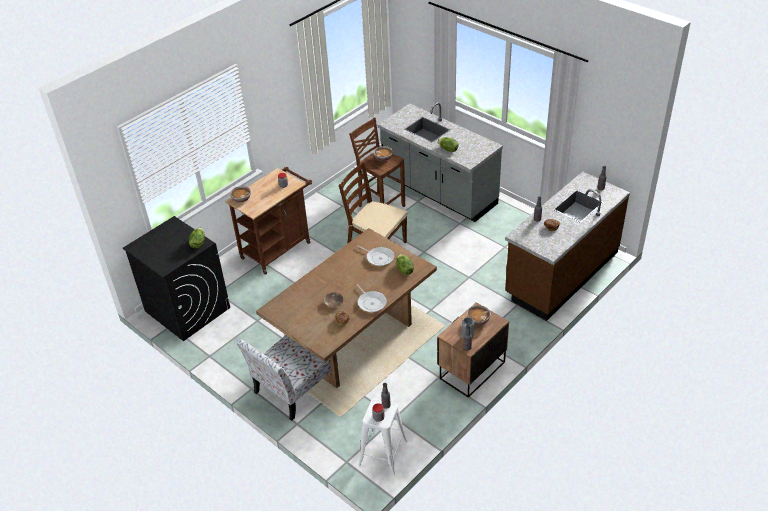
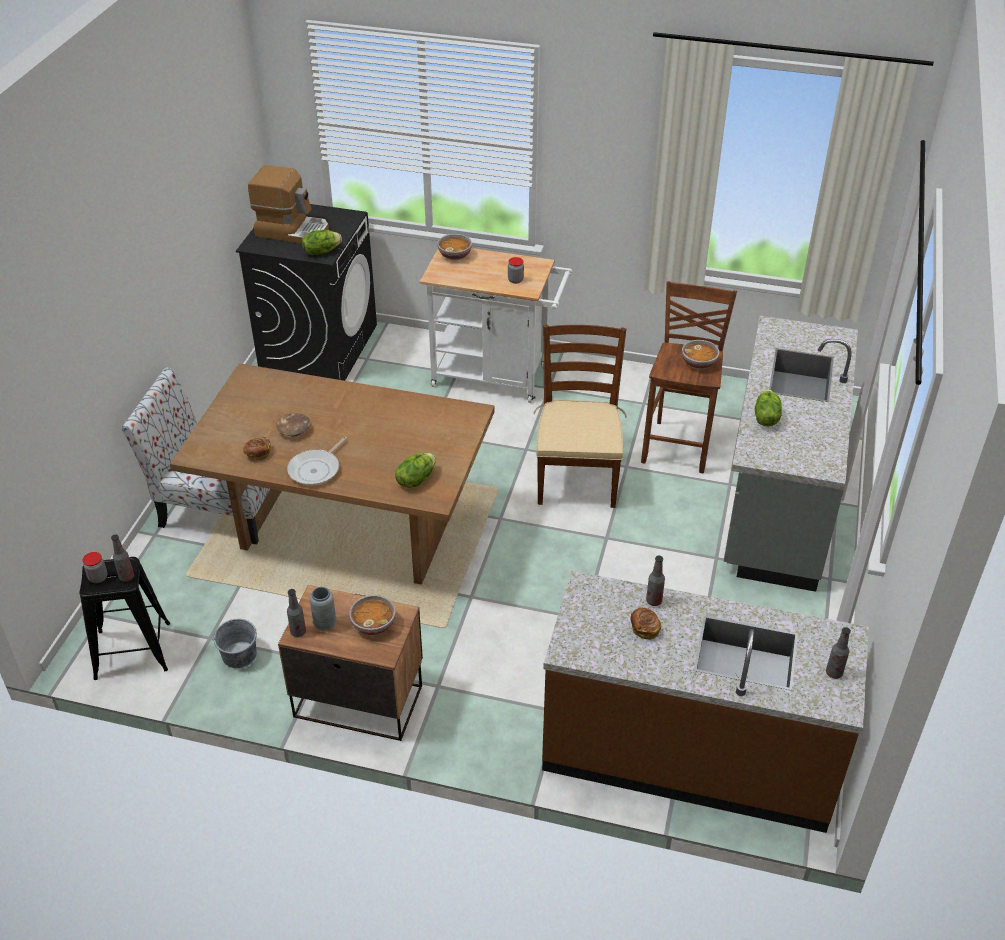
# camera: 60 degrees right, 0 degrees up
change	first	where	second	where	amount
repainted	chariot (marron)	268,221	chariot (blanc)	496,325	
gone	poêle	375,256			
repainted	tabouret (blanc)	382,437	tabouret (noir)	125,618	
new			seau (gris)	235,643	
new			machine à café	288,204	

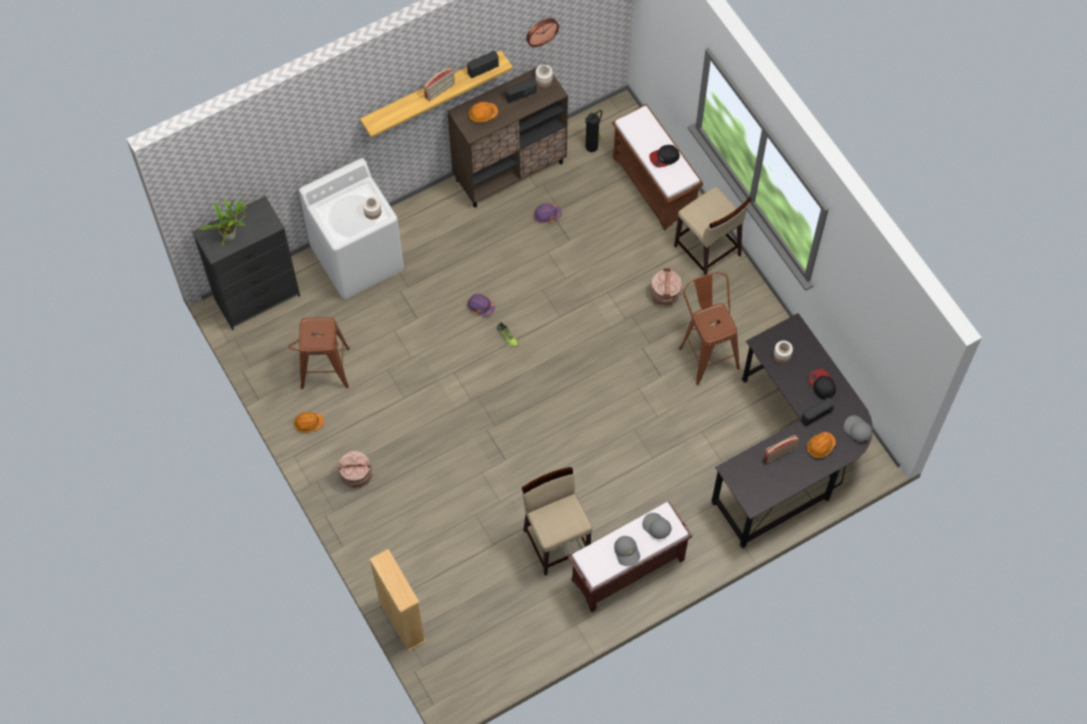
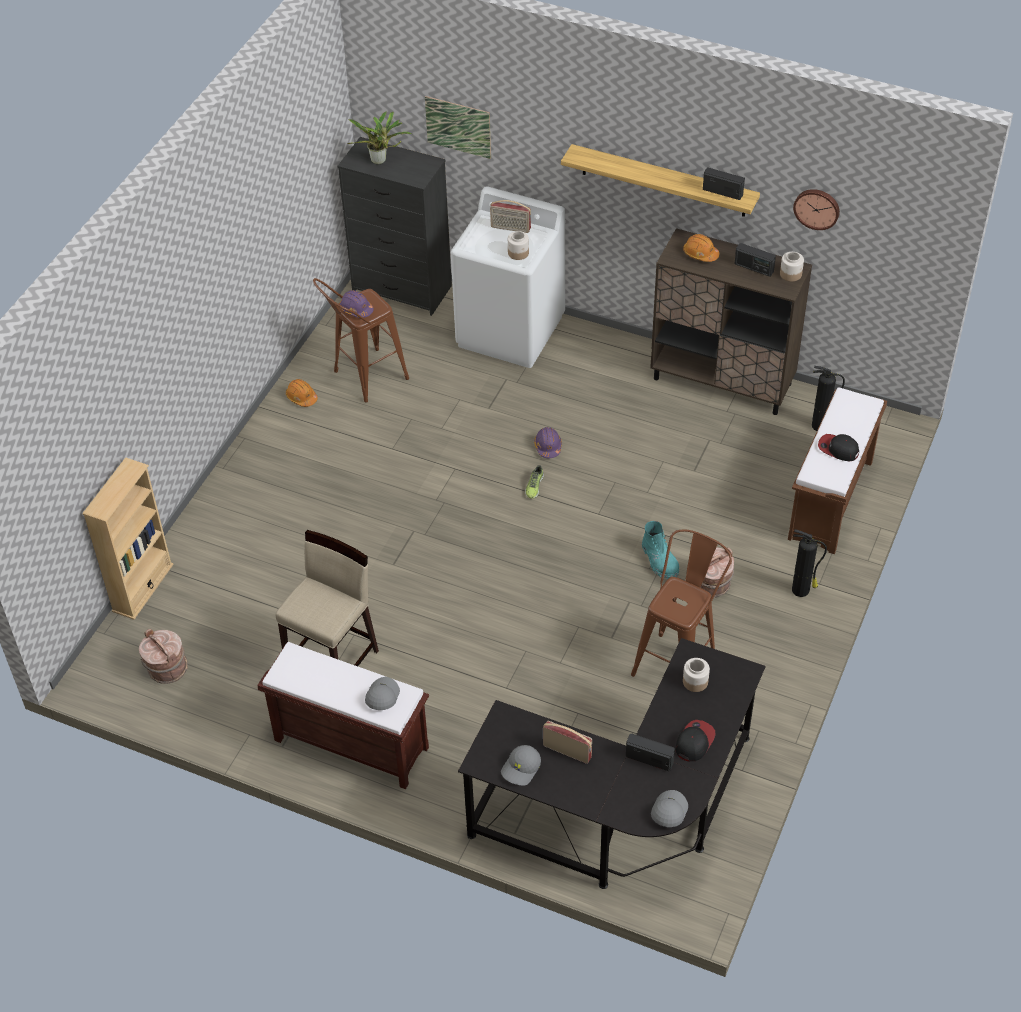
# camera: 55 degrees right, 15 degrees down
change	first	where	second	where	amount
shifted	seau (marron)	355,469		163,656	
shifted	radio	439,84		510,216	
shifted	casque de chantier (violet)	547,213		357,304	
shifted	casquette (gris)	627,551		521,765	
swapped	tabouret (beige)	712,231	extincteur	809,563	
gone	casque de chantier (orange)	821,445			
new			tableau	458,127	
new			botte (turquoise)	660,550	

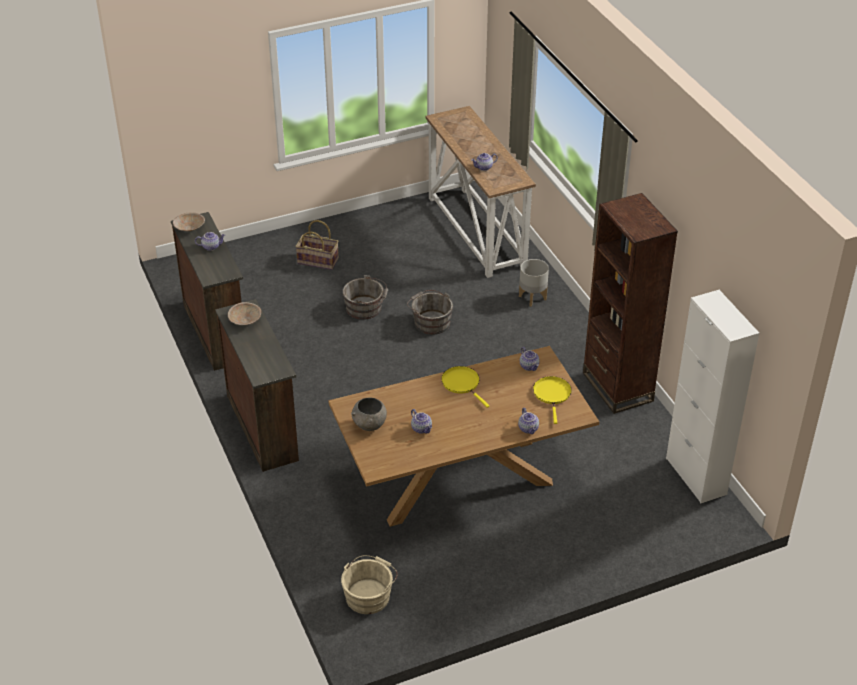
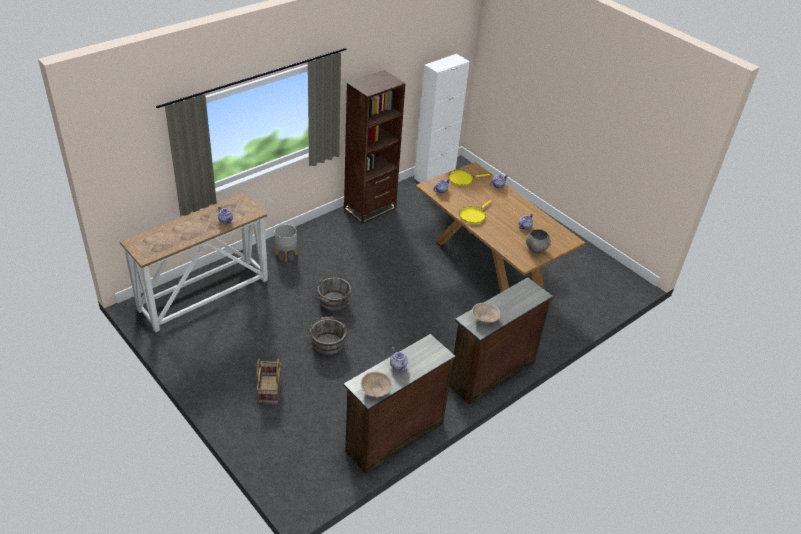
# camera: 110 degrees left, 0 degrees up
change	first	where	second	where	amount
gone	seau (beige)	369,584			

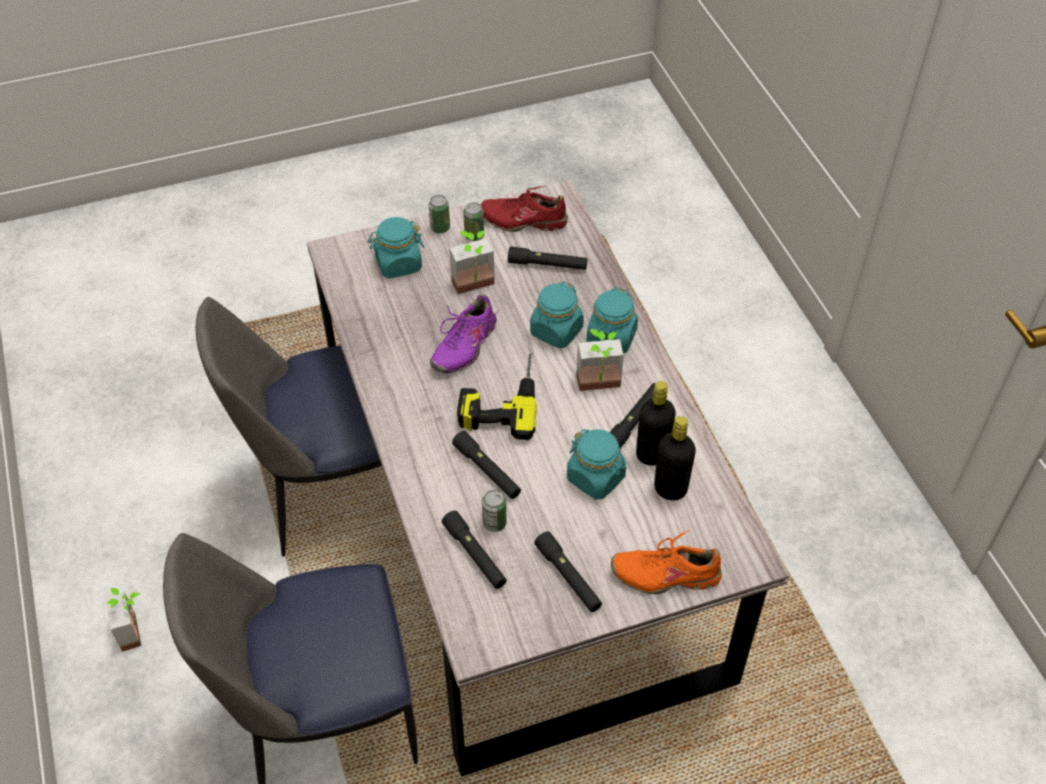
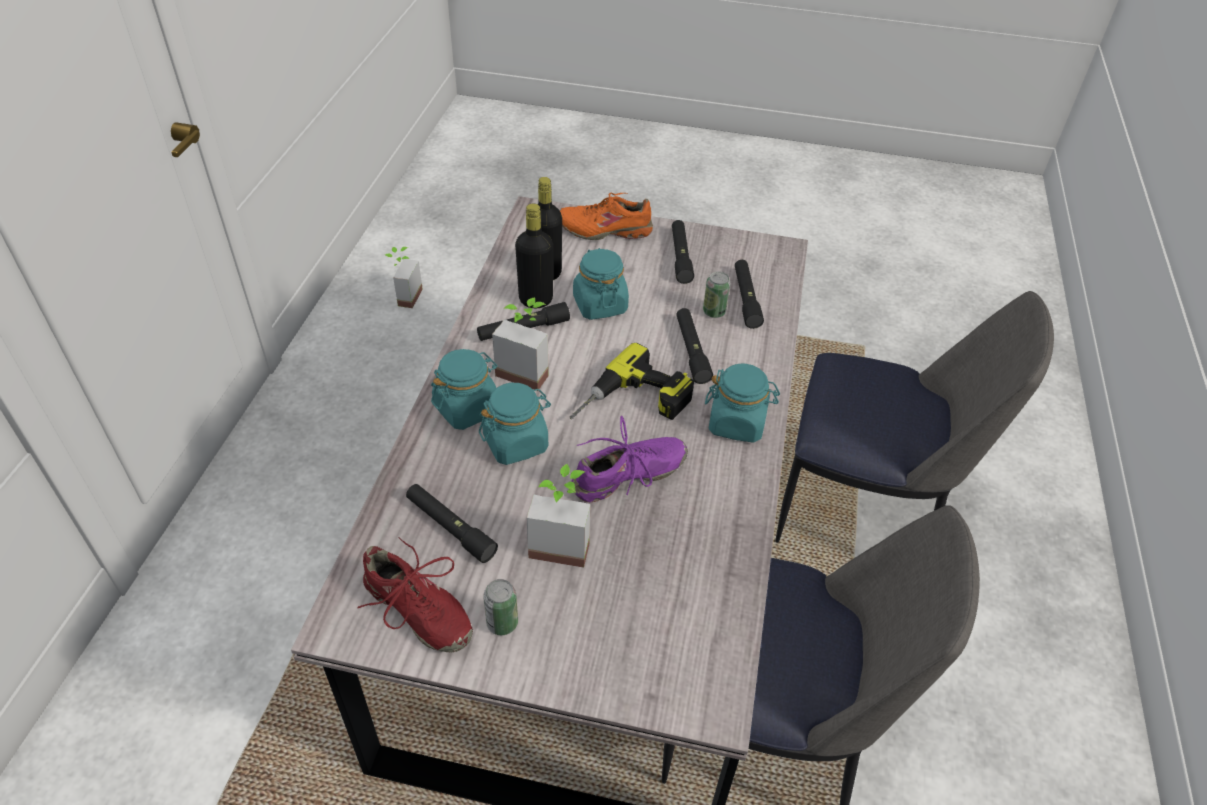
# camera: 150 degrees left, 5 degrees down
change	first	where	second	where	amount
shifted	plante en pot	123,620		404,277	
shifted	bocal (turquoise)	396,247		742,403	
gone	boîte métallique	439,214			
rotated	chaussure (orange)	666,562		606,216	150 degrees clockwise

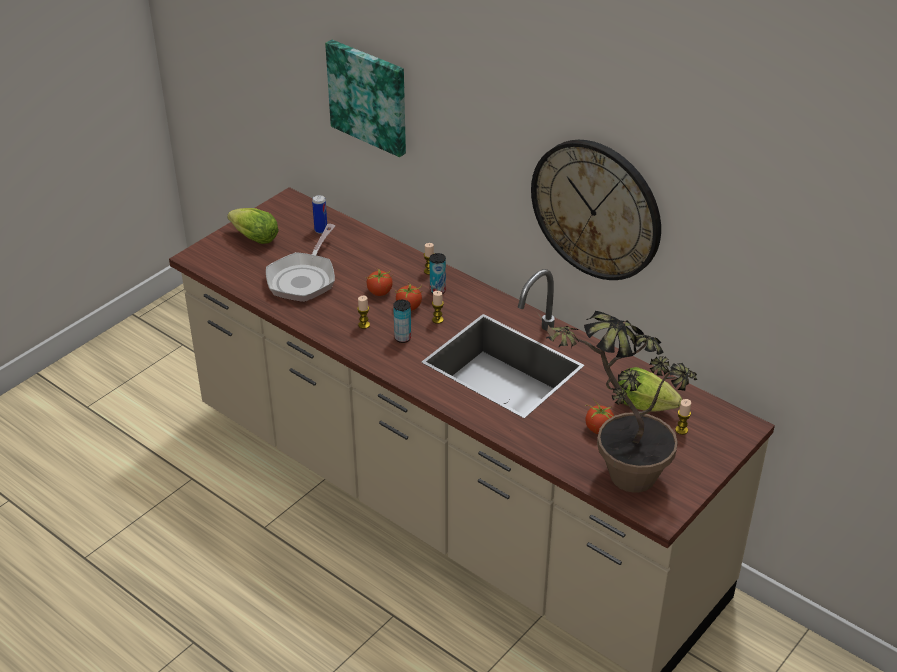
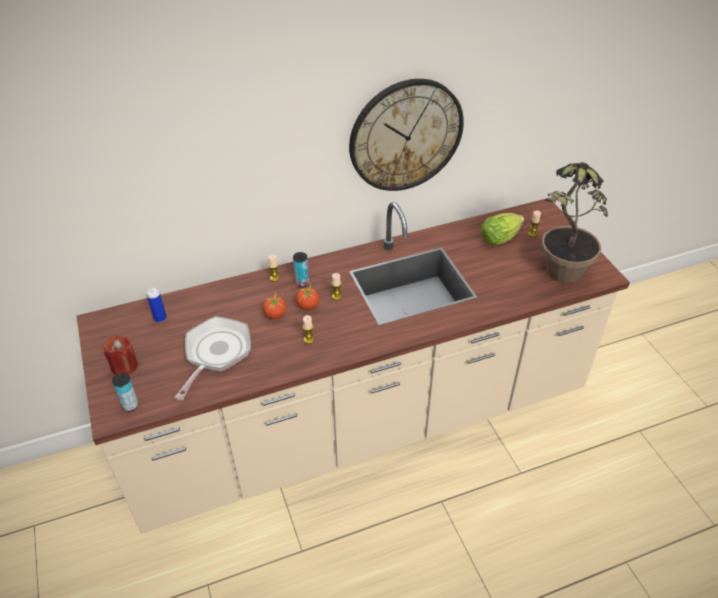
# camera: 60 degrees left, 5 degrees up
change	first	where	second	where	amount
swapped	laitue	253,226	bougie (rouge)	121,355	
rotated	poêle	300,263		212,358	120 degrees counterclockwise
gone	tableau	365,98			
shifted	boîte métallique	402,321		125,392	
gone	tomate	599,417			

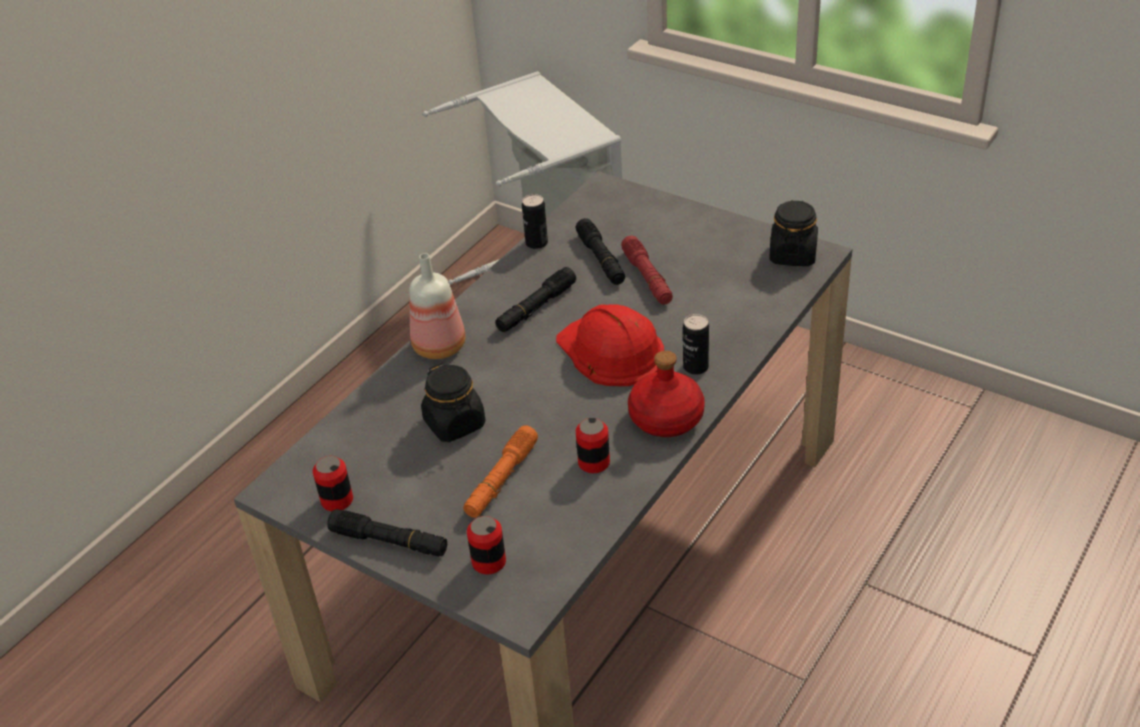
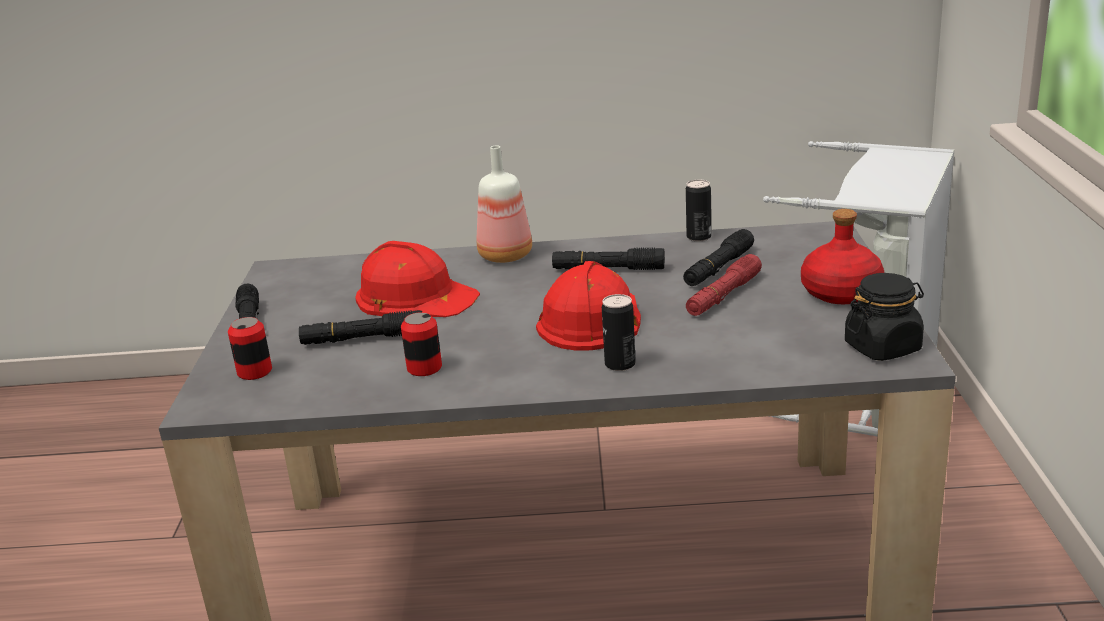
# camera: 55 degrees right, 15 degrees down
change	first	where	second	where	amount
gone	boîte métallique	333,483			
swapped	bocal (noir)	453,402	casque de chantier (rouge)	417,279	
repainted	lampe de poche (orange)	500,471	lampe de poche (noir)	360,327	
shifted	bouteille (rouge)	666,394		842,256	

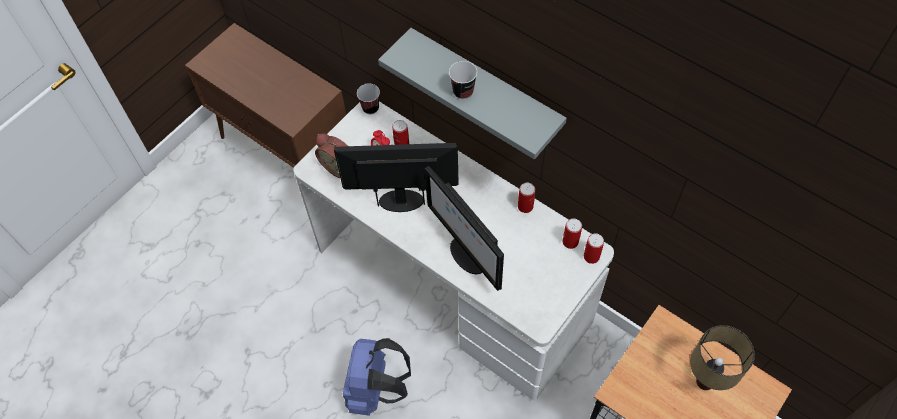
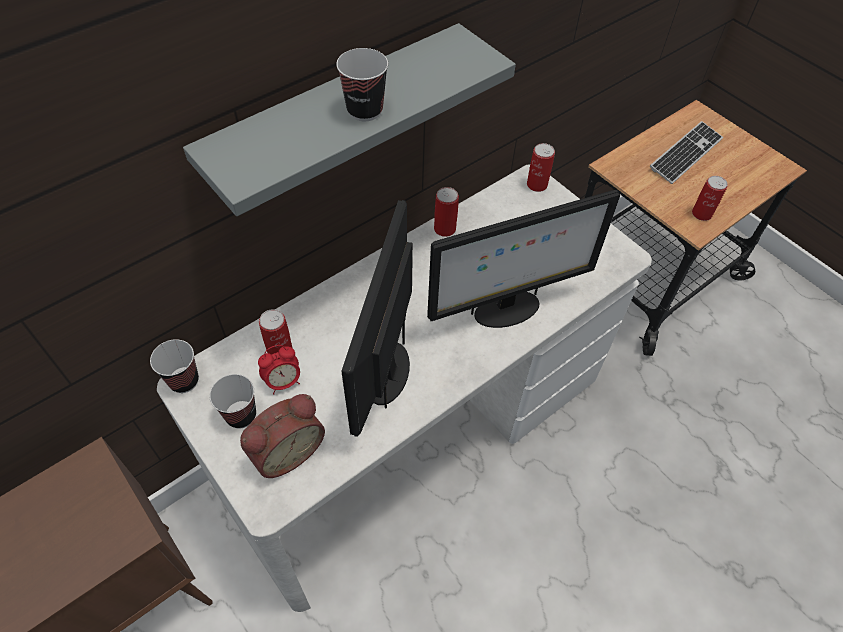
# camera: 80 degrees left, 5 degrees down
change	first	where	second	where	amount
gone	sac à dos (bleu)	377,377			
shifted	boîte métallique	572,233		710,198	
swapped	lampe de table	722,357	clavier	686,152	
new			tasse	233,401	

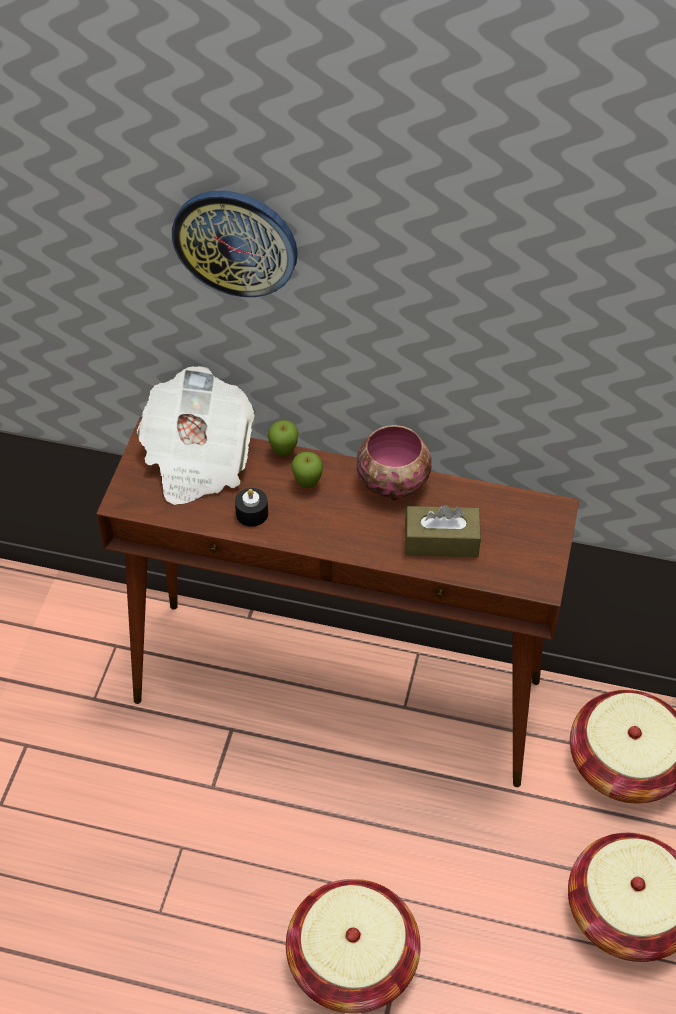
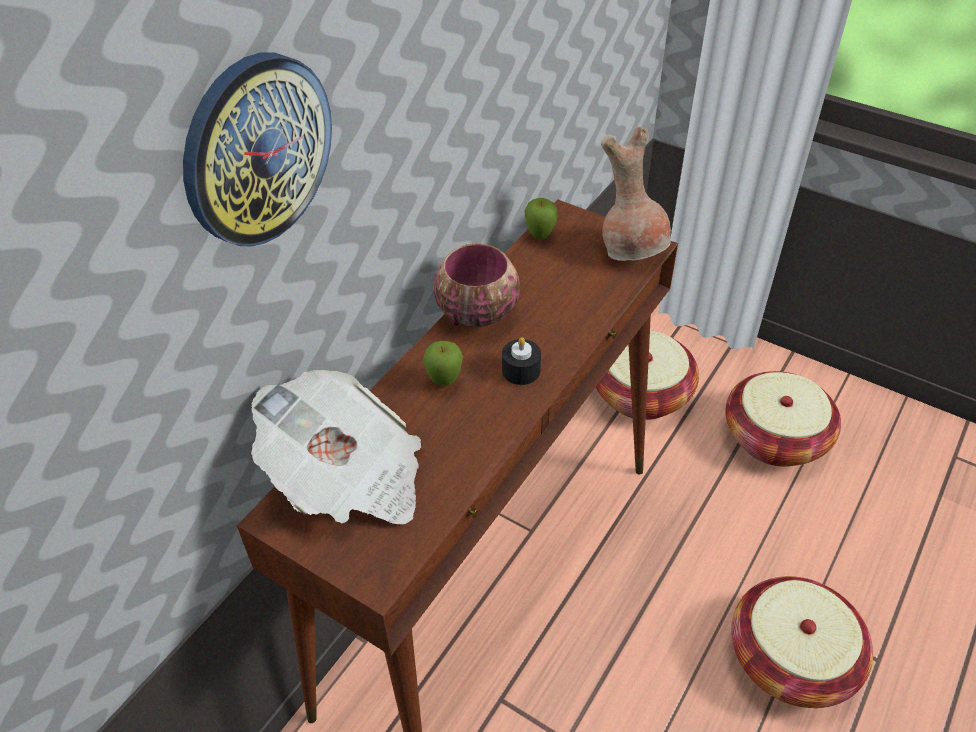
# camera: 70 degrees left, 5 degrees down
change	first	where	second	where	amount
shifted	bougie (noir)	251,507		521,361	
shifted	pomme	283,438		541,219	
gone	boîte à mouchoirs (marron)	443,531			
new			vase (marron)	636,193	

